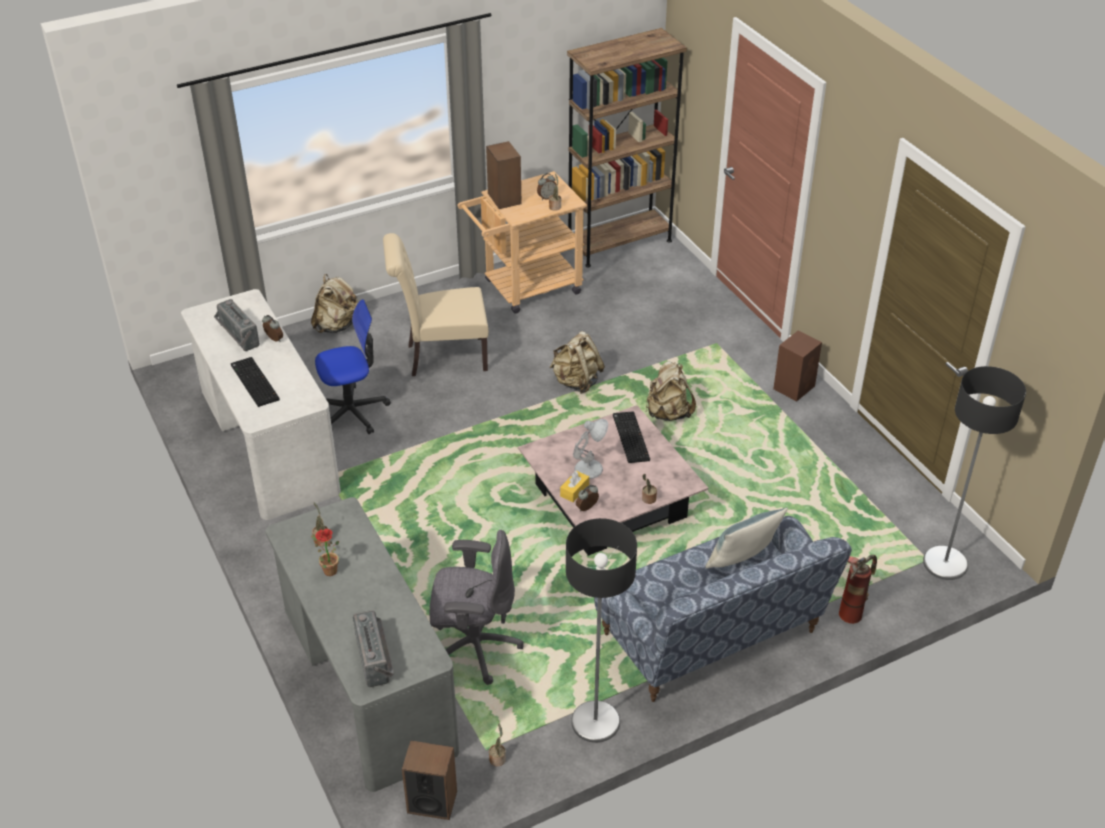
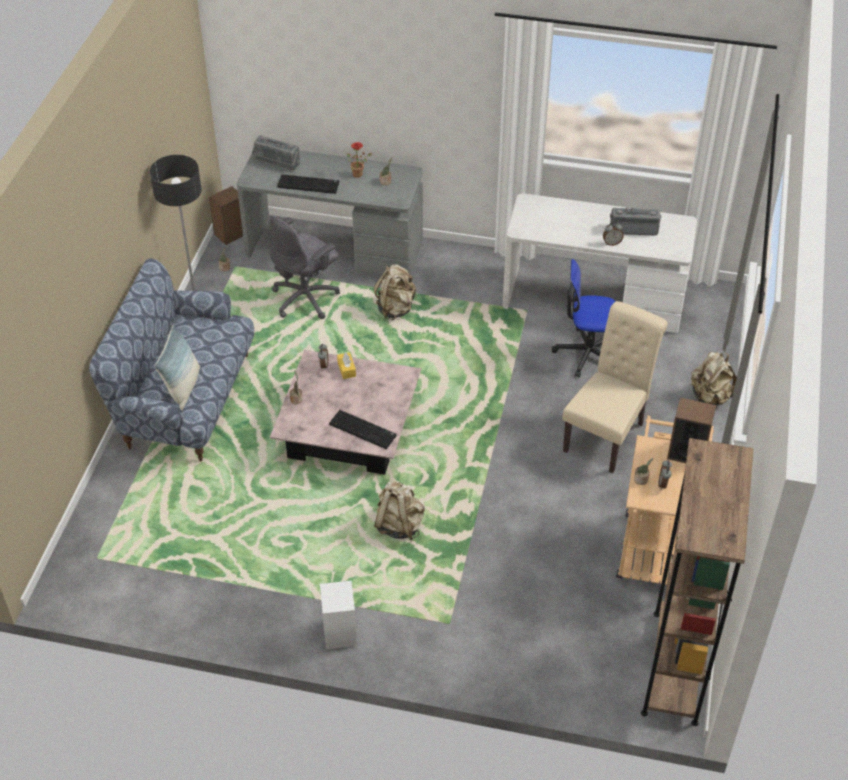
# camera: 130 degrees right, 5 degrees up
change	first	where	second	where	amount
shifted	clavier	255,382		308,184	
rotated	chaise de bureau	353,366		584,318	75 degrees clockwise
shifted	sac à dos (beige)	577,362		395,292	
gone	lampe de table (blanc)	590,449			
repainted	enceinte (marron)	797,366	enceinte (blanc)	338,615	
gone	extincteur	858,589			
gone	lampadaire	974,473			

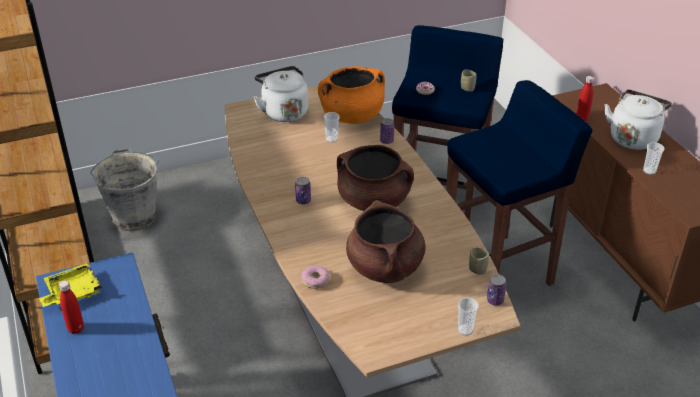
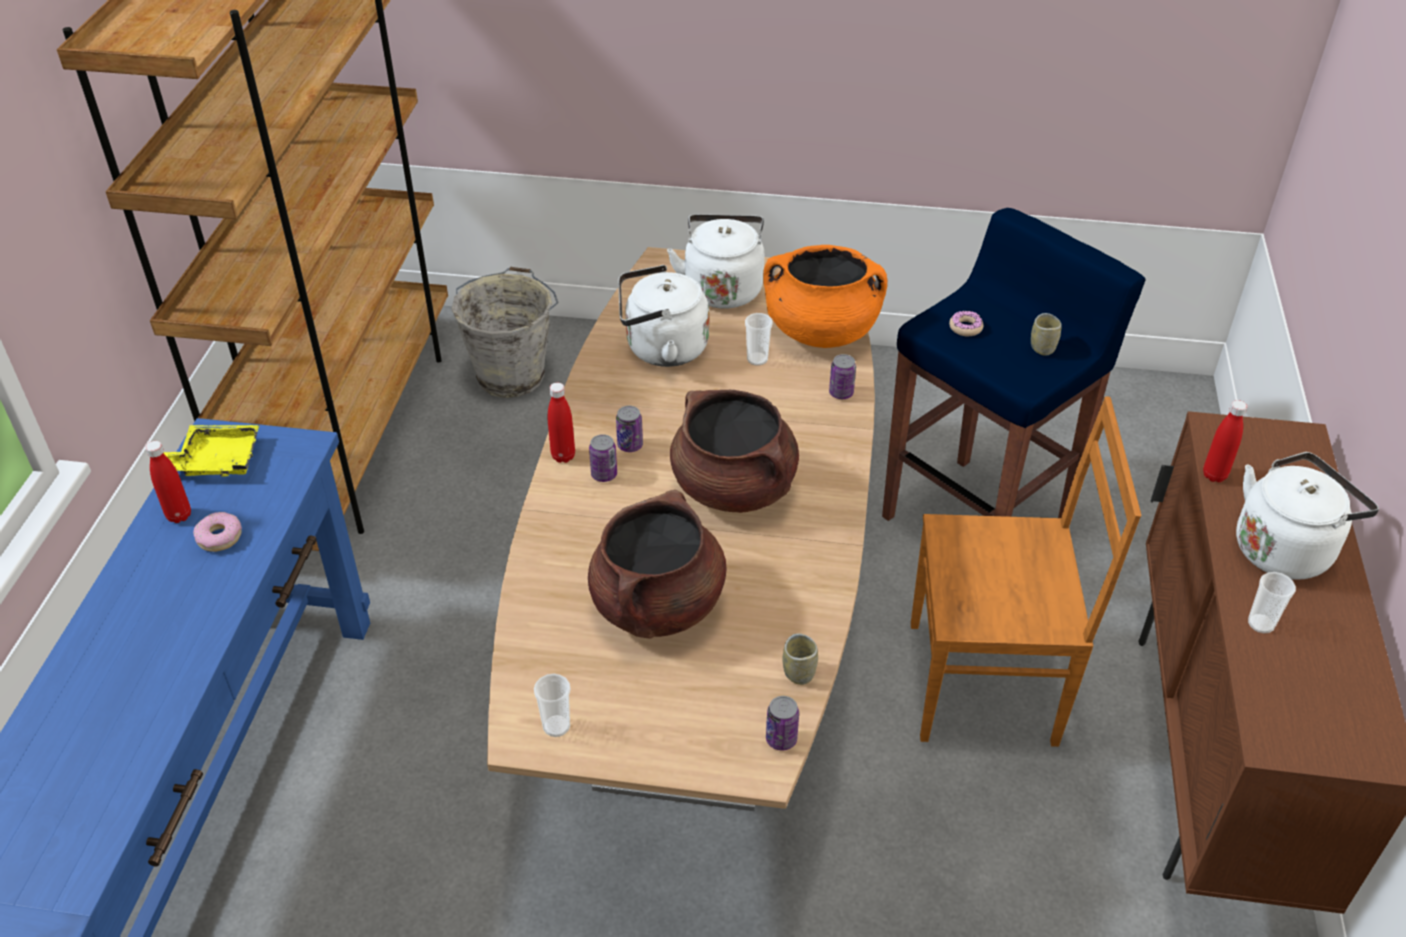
# camera: 30 degrees right, 5 degrees up
change	first	where	second	where	amount
shifted	beignet	315,277		217,532	
swapped	tabouret (bleu)	519,183	chaise (marron)	1026,571	
shifted	tasse	468,317		552,705	
new			bouteille (rouge)	561,423	
new			boîte métallique	603,458	
new			bouilloire (blanc)	663,316	

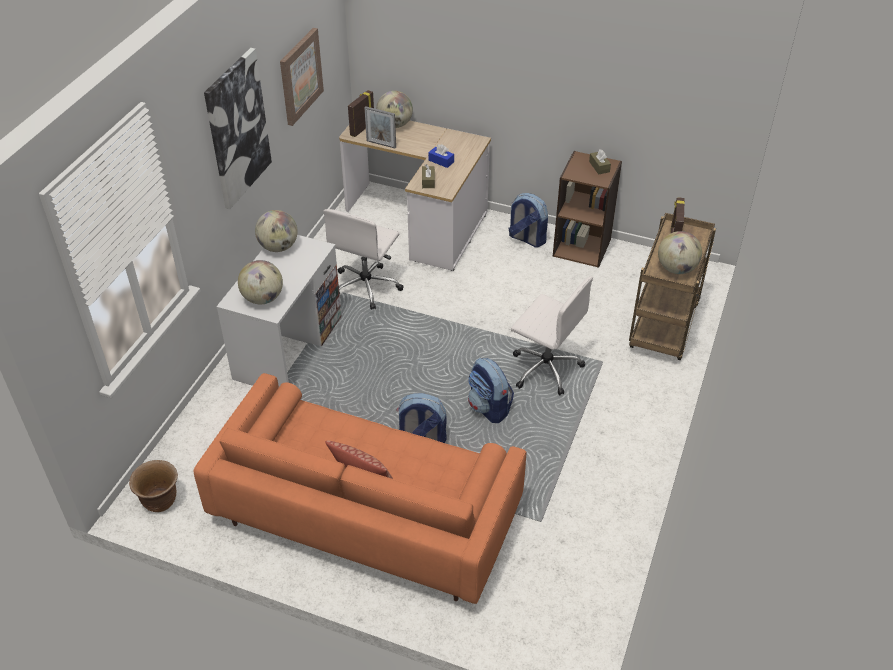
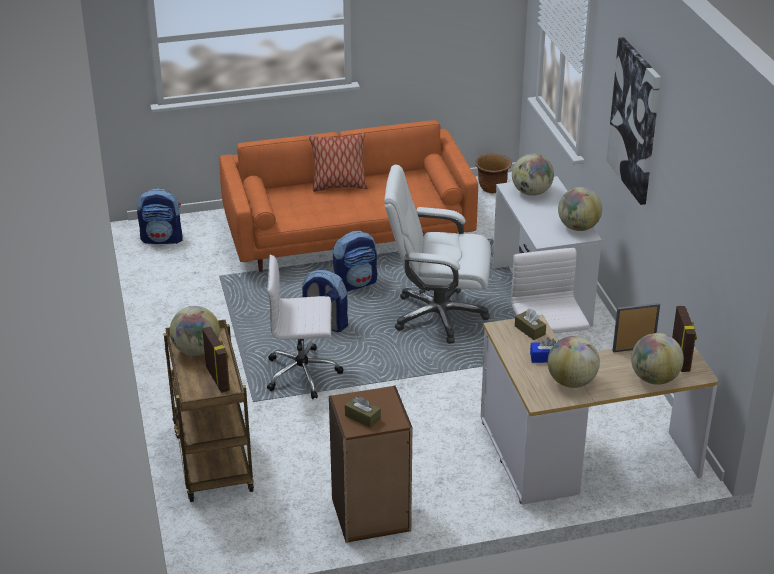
# camera: 145 degrees right, 10 degrees down
change	first	where	second	where	amount
gone	tableau	302,77			
shifted	sac à dos	528,220		159,216	
new			chaise de bureau (blanc)	437,254	
new			globe	574,362	

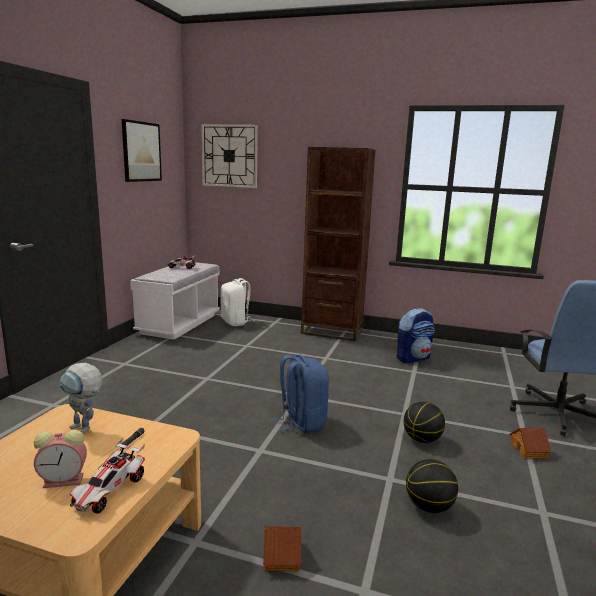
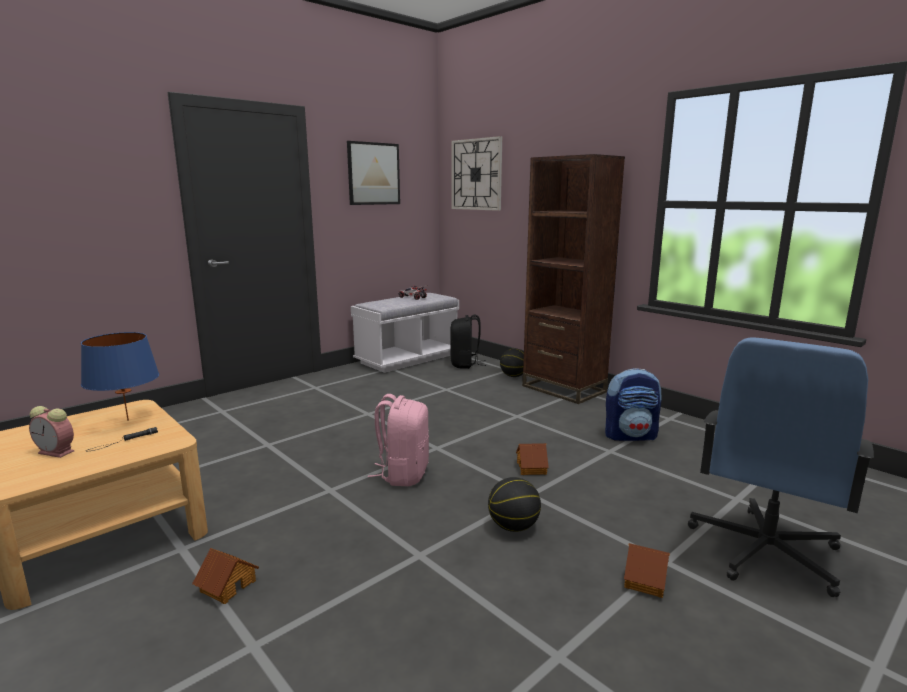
# camera: 30 degrees right, 0 degrees up
change	first	where	second	where	amount
swapped	robot jouet	80,398	lampe de table (bleu)	120,376	
gone	petite voiture	107,475			
repainted	sac à dos (blanc)	235,302	sac à dos (noir)	468,342	
repainted	sac à dos (bleu)	300,394	sac à dos (rose)	398,440	
shifted	ballon de basket	432,486		512,362	
new			maison miniature	532,459	

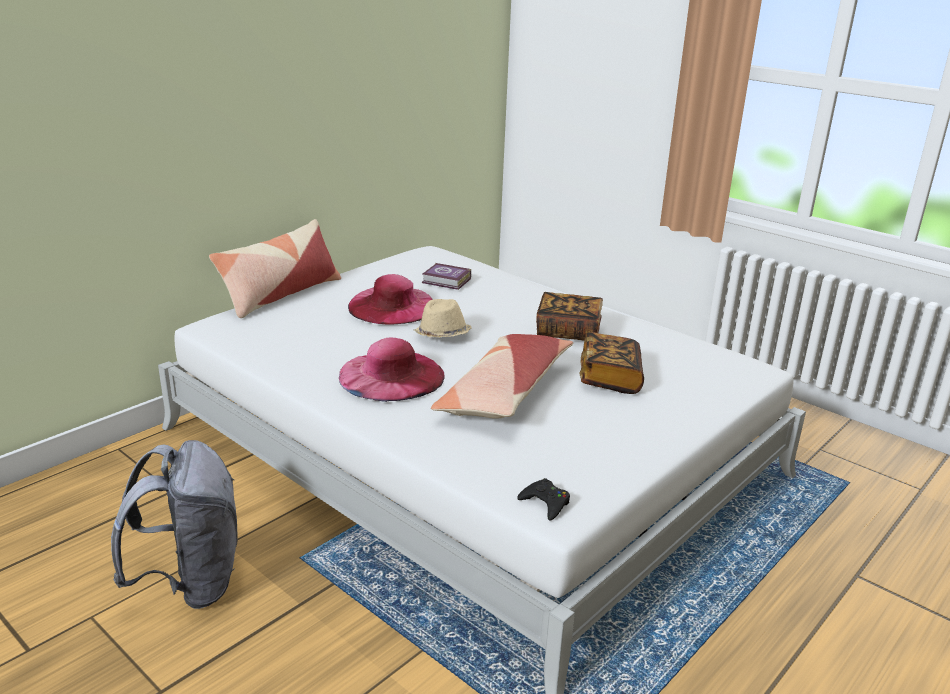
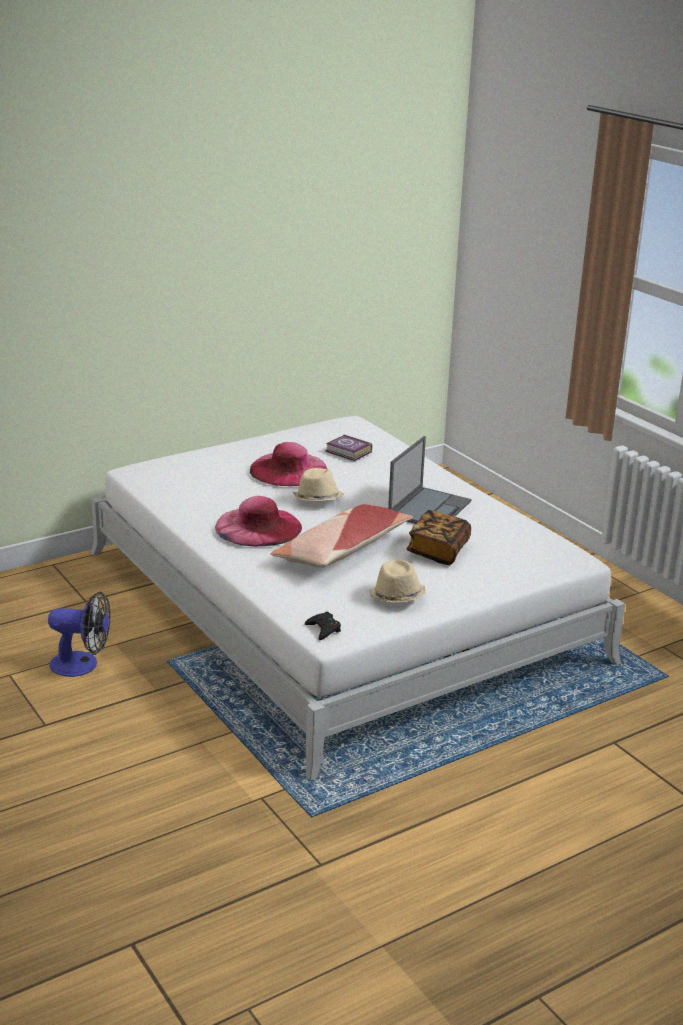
# camera: 15 degrees right, 0 degrees up
change	first	where	second	where	amount
swapped	sac à dos (gris)	174,524	ventilateur	79,634	
gone	coussin	275,268			
swapped	livre	569,316	ordinateur portable	430,480	
new			chapeau (beige)	397,581	

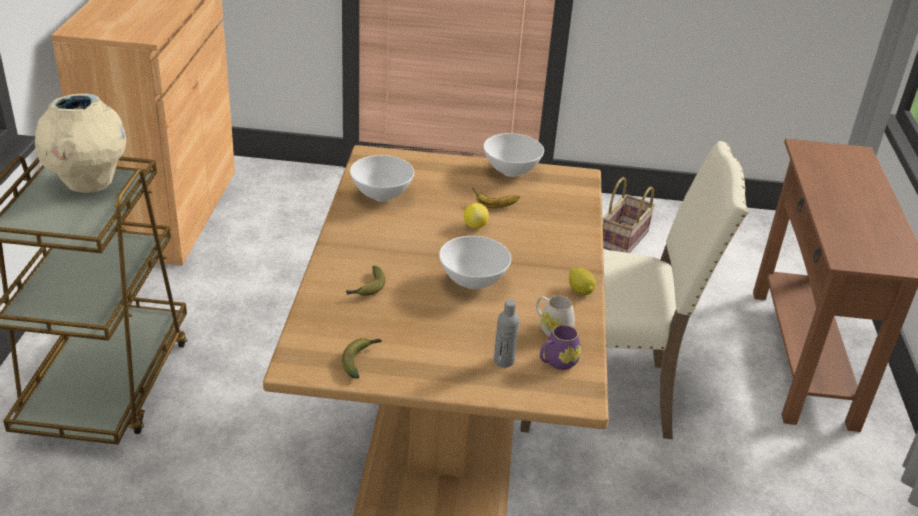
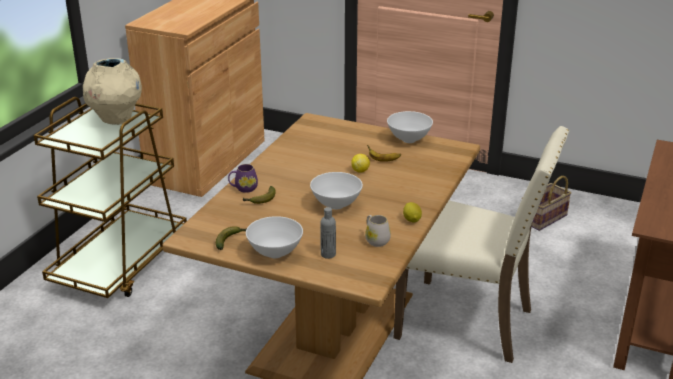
# camera: 20 degrees right, 5 degrees down
change	first	where	second	where	amount
shifted	bol (blanc)	382,178		274,237	
shifted	mug (violet)	560,347		243,178	

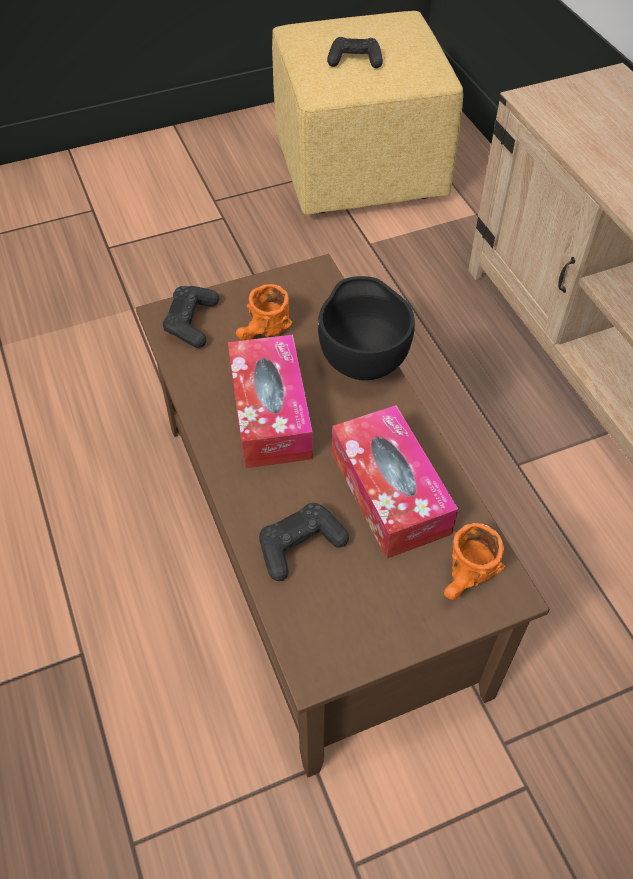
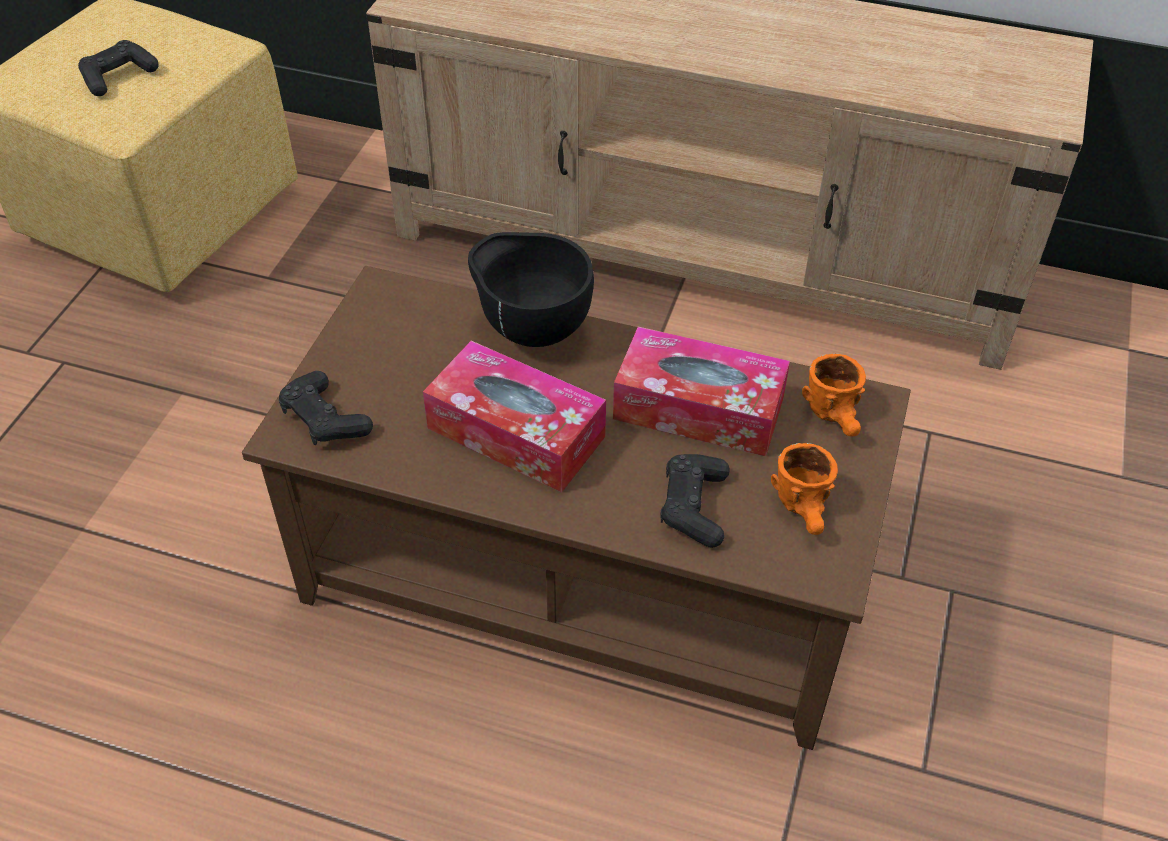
# camera: 50 degrees left, 5 degrees down
change	first	where	second	where	amount
shifted	mug (orange)	264,312		804,489	

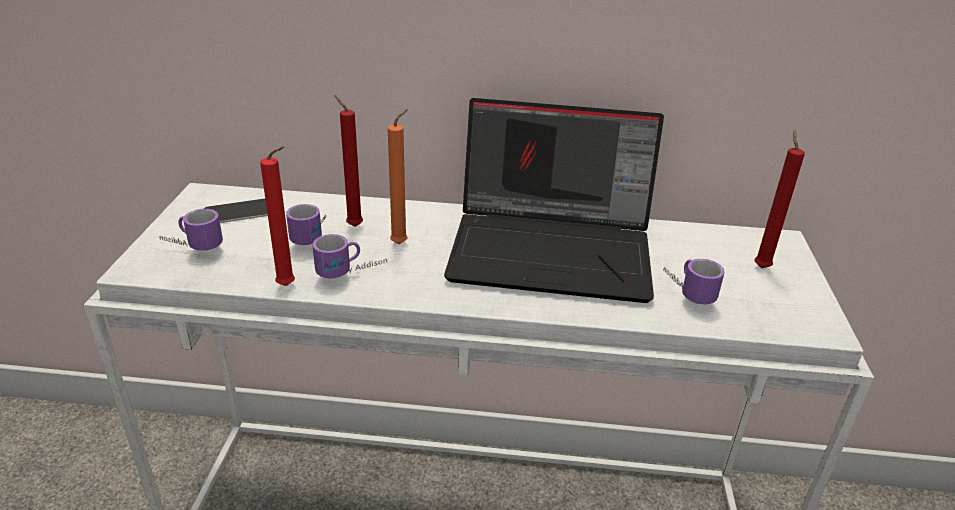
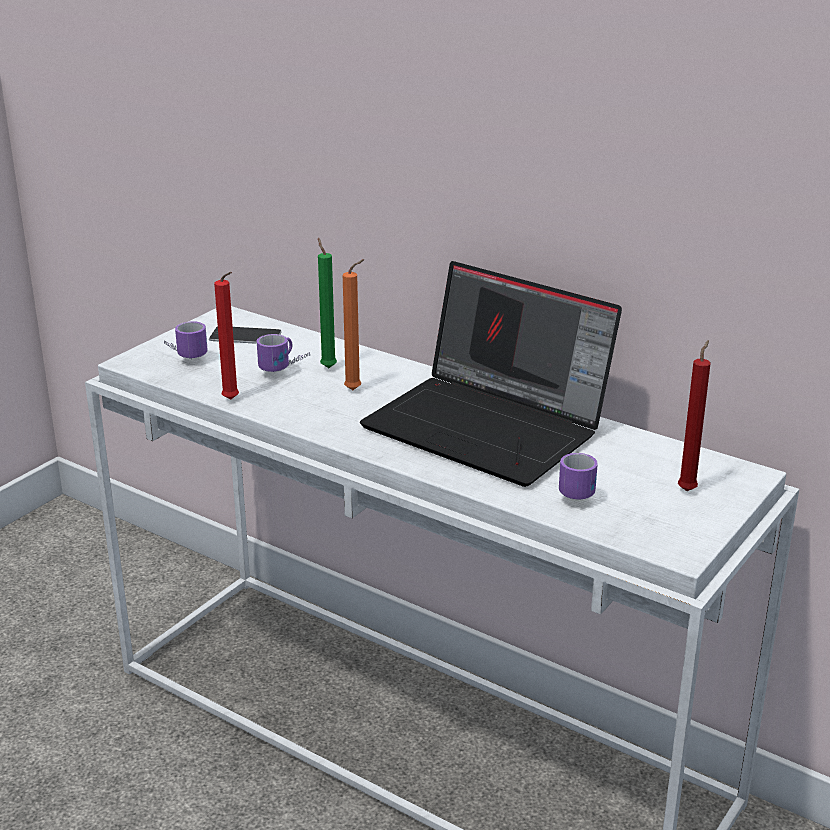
# camera: 30 degrees right, 5 degrees down
change	first	where	second	where	amount
gone	mug	349,256			
repainted	bougie (rouge)	348,161	bougie (vert)	327,303	

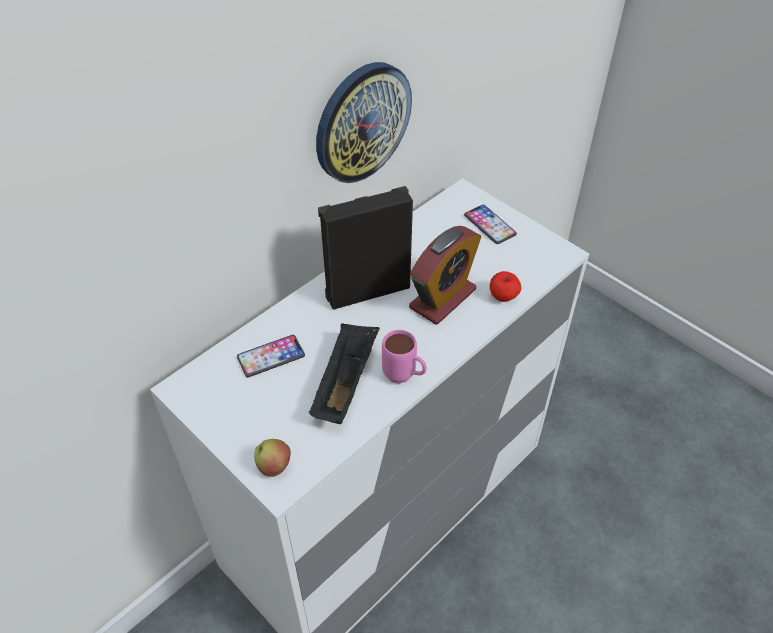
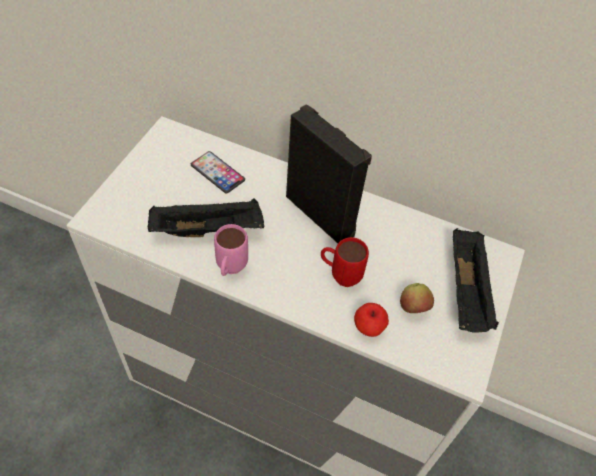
# camera: 65 degrees right, 5 degrees up
change	first	where	second	where	amount
shifted	pomme	272,458		417,298	
gone	horloge murale	364,122			
swapped	réveil	445,275	mug (rouge)	345,262	
swapped	téléphone	490,224	plateau (noir)	476,280	

